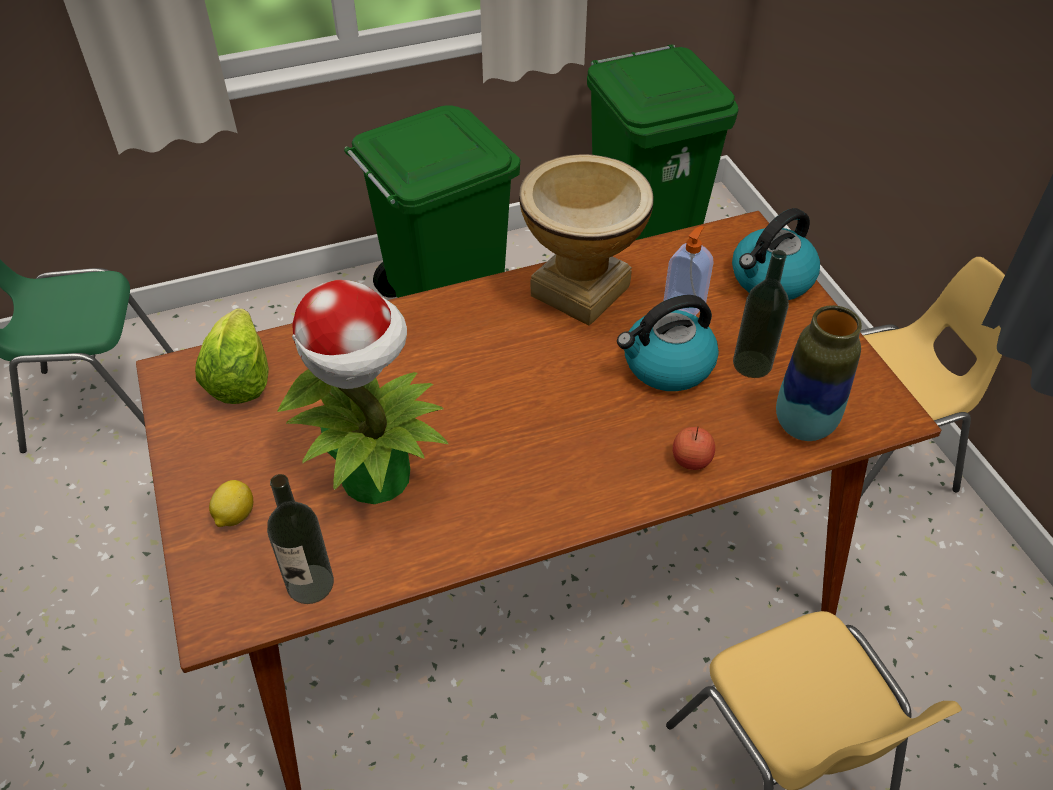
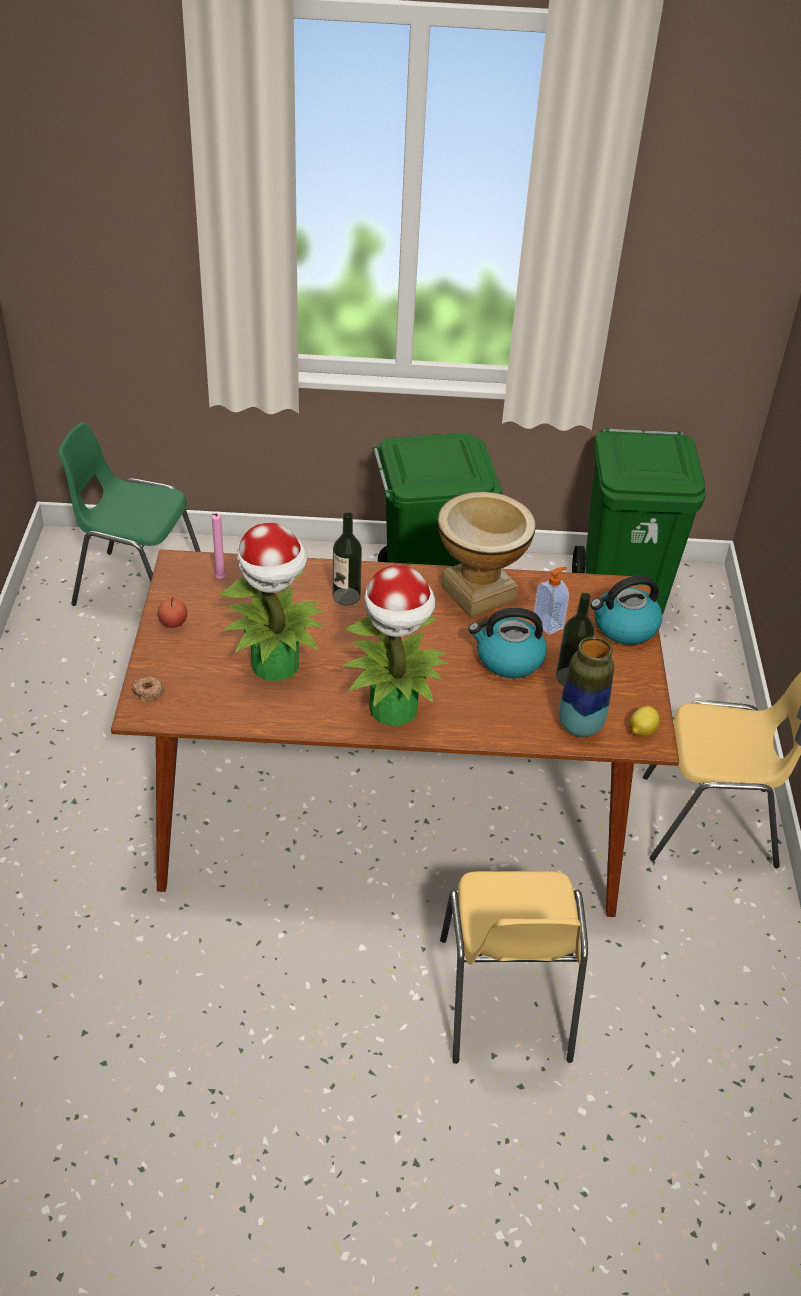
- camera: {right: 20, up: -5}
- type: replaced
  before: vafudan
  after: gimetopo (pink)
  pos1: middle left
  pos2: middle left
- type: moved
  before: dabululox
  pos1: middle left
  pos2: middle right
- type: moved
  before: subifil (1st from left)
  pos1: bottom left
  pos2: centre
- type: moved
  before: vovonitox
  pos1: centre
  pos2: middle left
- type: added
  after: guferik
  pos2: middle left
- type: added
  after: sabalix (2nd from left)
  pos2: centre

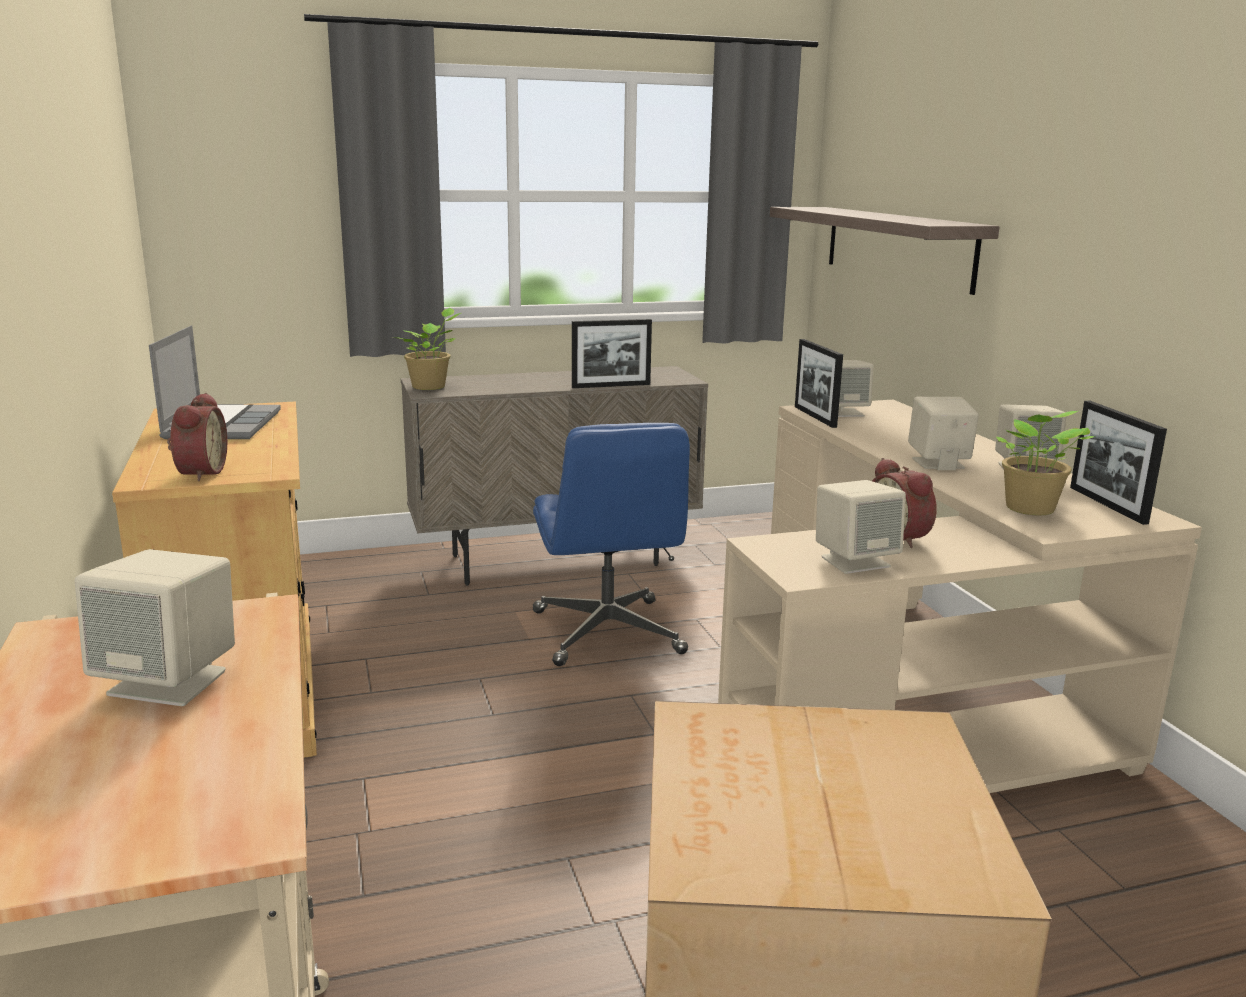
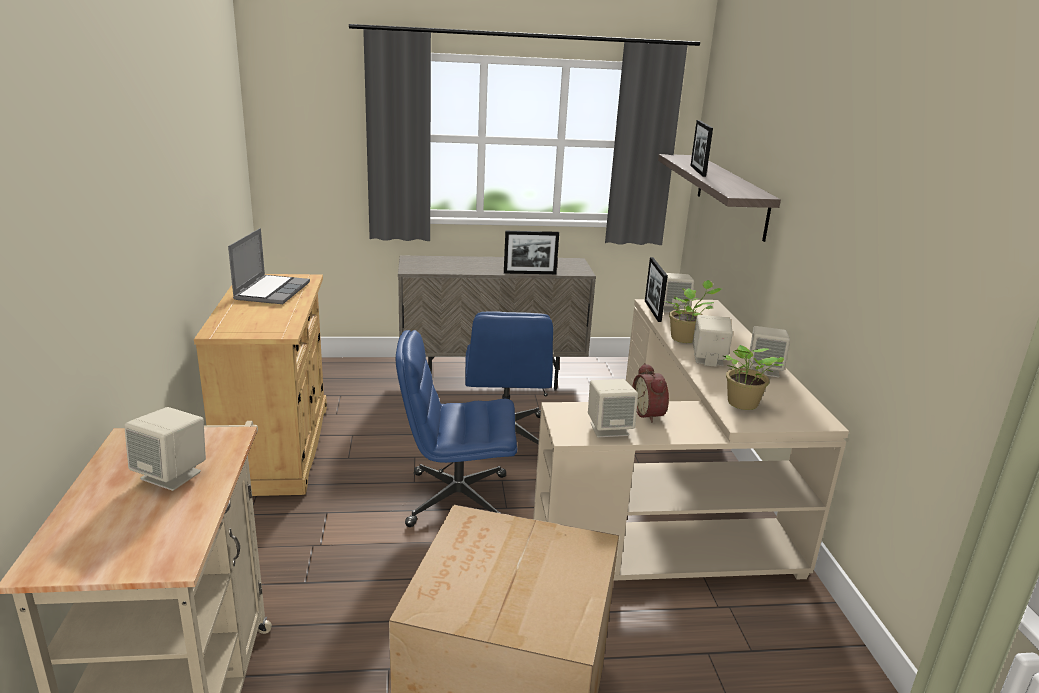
- camera: {right: 10, up: 5}
- type: removed
  before: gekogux (1st from left)
  pos1: middle left
- type: moved
  before: sabalix (1st from left)
  pos1: centre
  pos2: middle right
- type: moved
  before: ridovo (3rd from left)
  pos1: middle right
  pos2: top right
- type: added
  after: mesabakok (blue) (1st from left)
  pos2: centre

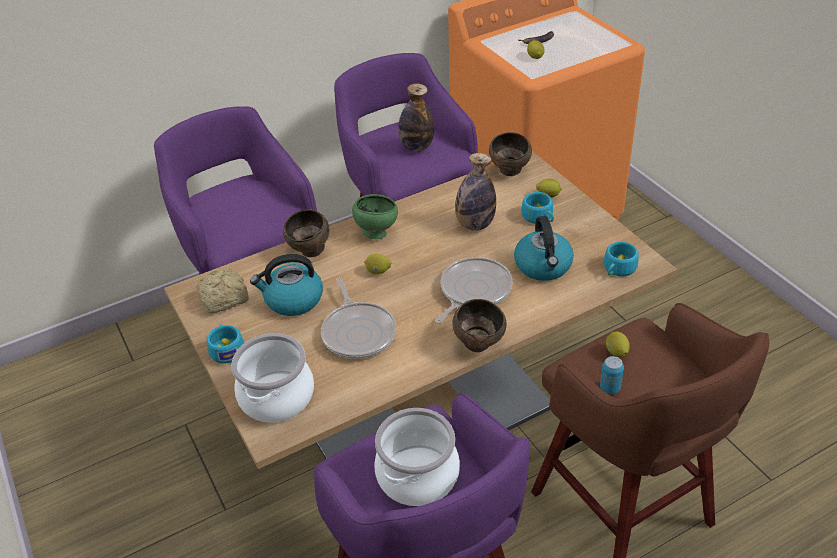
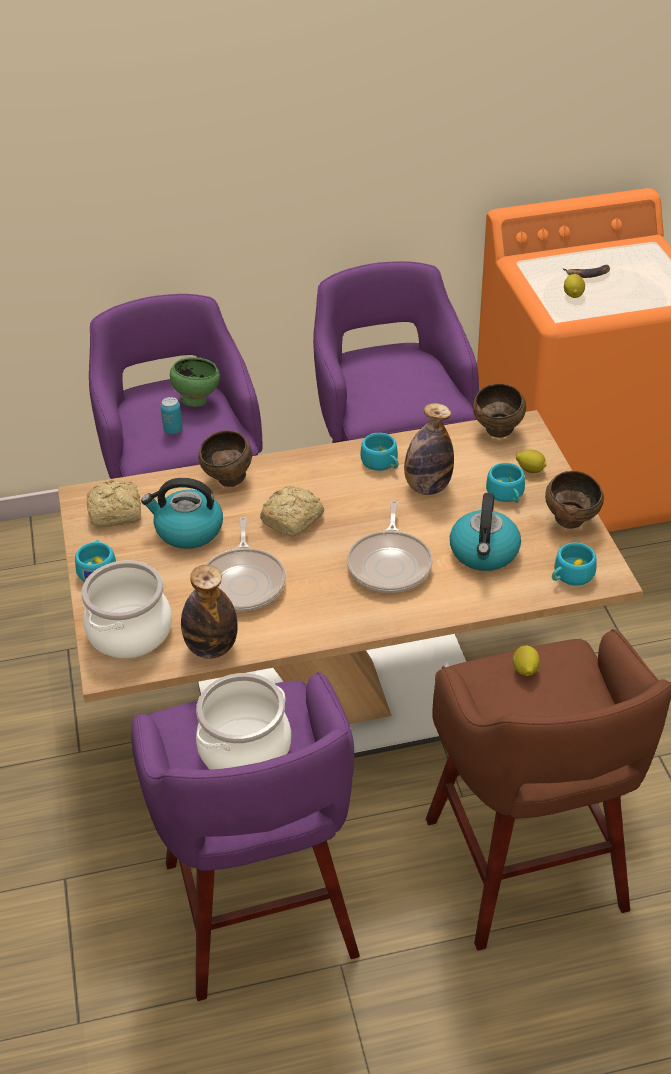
- camera: {right: 15, up: 0}
- type: moved
  before: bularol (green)
  pos1: centre
  pos2: middle left
- type: replaced
  before: dabululox (1st from left)
  after: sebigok (2nd from left)
  pos1: centre
  pos2: centre
- type: moved
  before: subifil (1st from left)
  pos1: top centre
  pos2: middle left
- type: turned
  before: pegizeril (2nd from left)
  pos1: centre
  pos2: centre
  turn: 135
- type: moved
  before: bularol (brown) (2nd from left in the first image)
  after: bularol (brown) (3rd from left)
  pos1: centre
  pos2: middle right
- type: moved
  before: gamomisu
  pos1: bottom right
  pos2: middle left
- type: added
  after: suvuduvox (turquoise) (2nd from left)
  pos2: centre

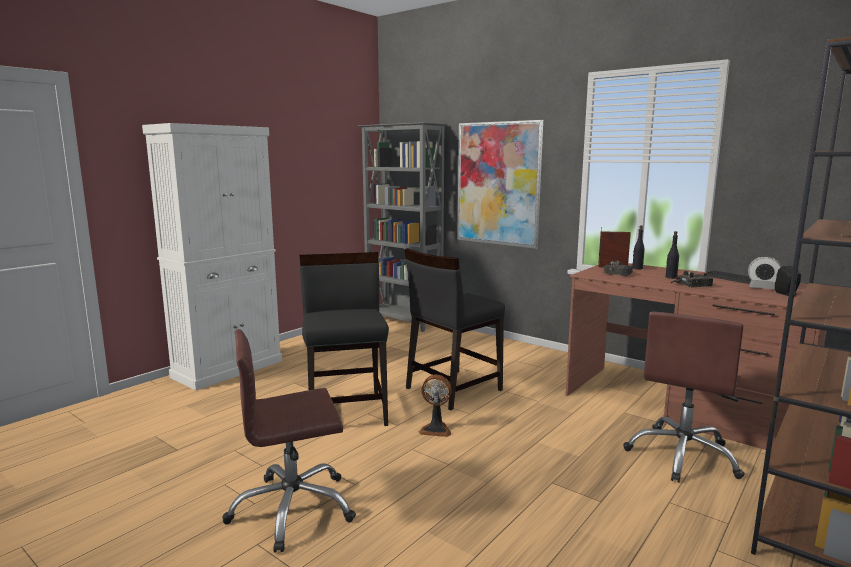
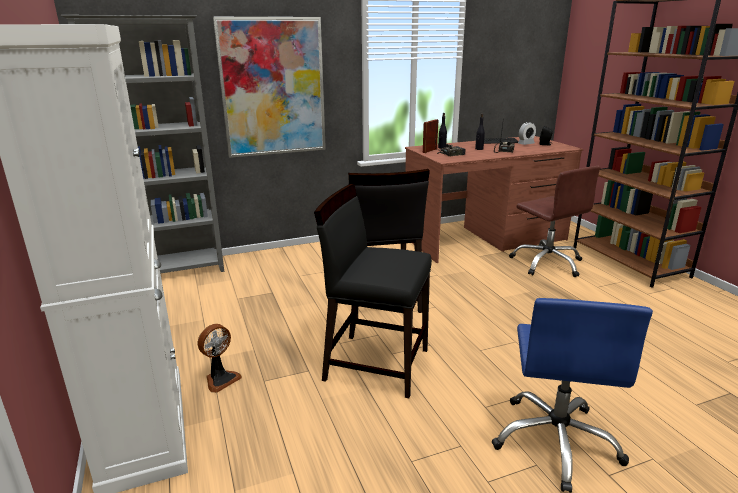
- camera: {right: -60, up: 10}
- type: recoloured
  before: mesabakok (brown) (1st from left)
  after: mesabakok (blue)
  pos1: bottom centre
  pos2: bottom right
- type: moved
  before: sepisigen
  pos1: bottom centre
  pos2: bottom left

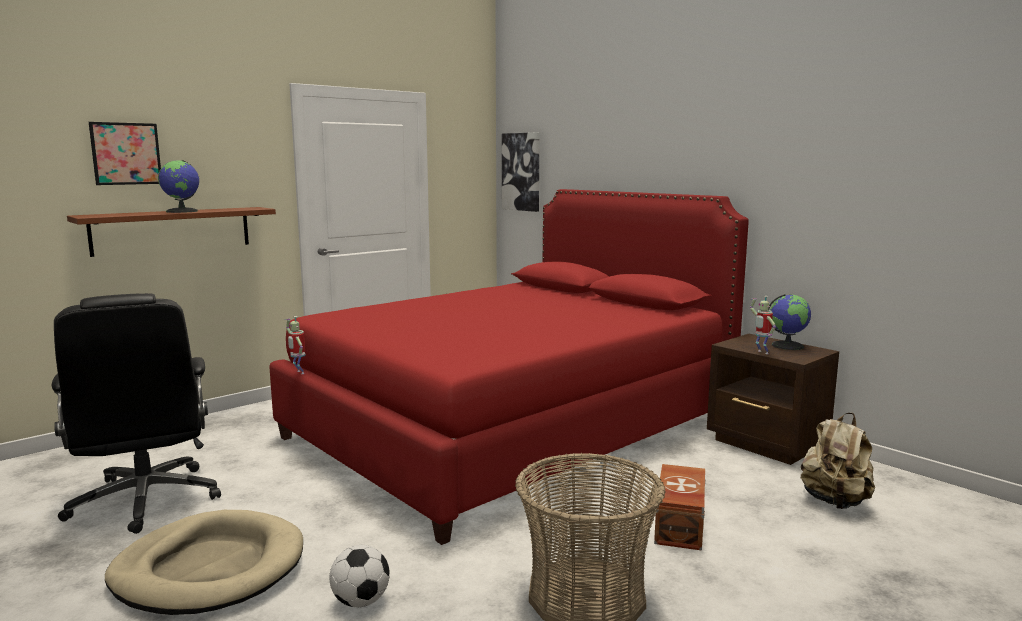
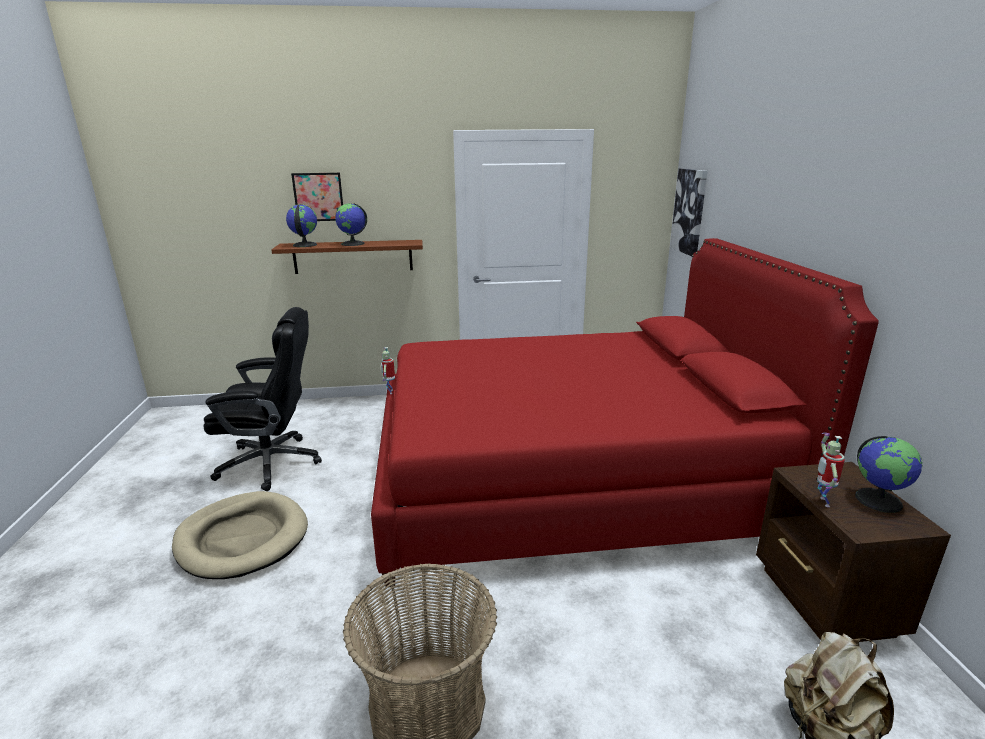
- camera: {right: 35, up: 10}
- type: turned
  before: mesabakok (black)
  pos1: middle left
  pos2: middle left
  turn: -105
- type: removed
  before: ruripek
  pos1: bottom centre
- type: removed
  before: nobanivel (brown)
  pos1: bottom centre
- type: added
  after: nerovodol (1st from left)
  pos2: top left

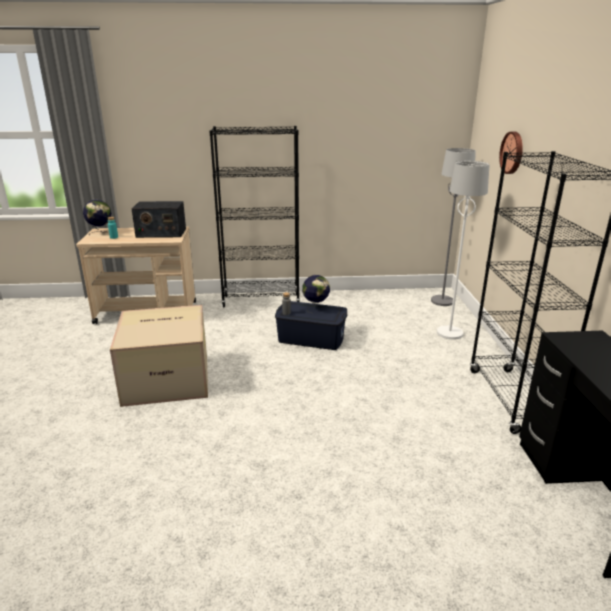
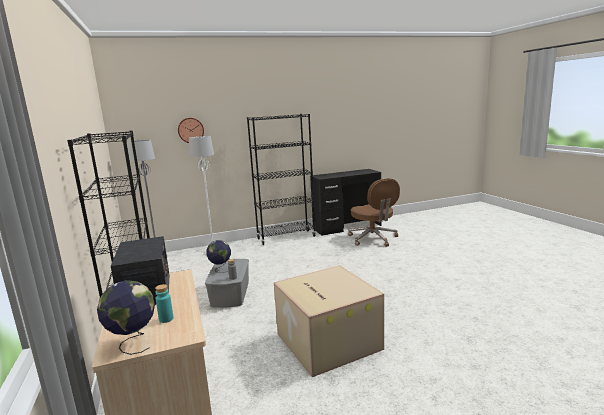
- camera: {right: -105, up: -10}
- type: recoloured
  before: nobanivel (blue)
  after: nobanivel (grey)
  pos1: centre
  pos2: bottom centre
- type: added
  after: mesabakok (brown)
  pos2: centre

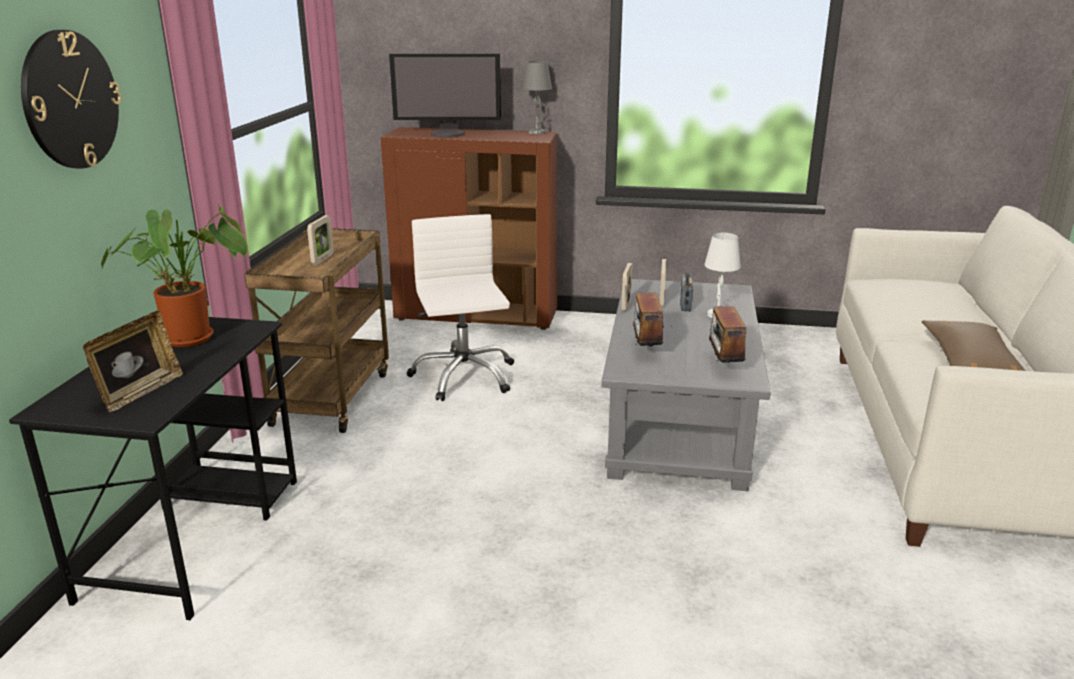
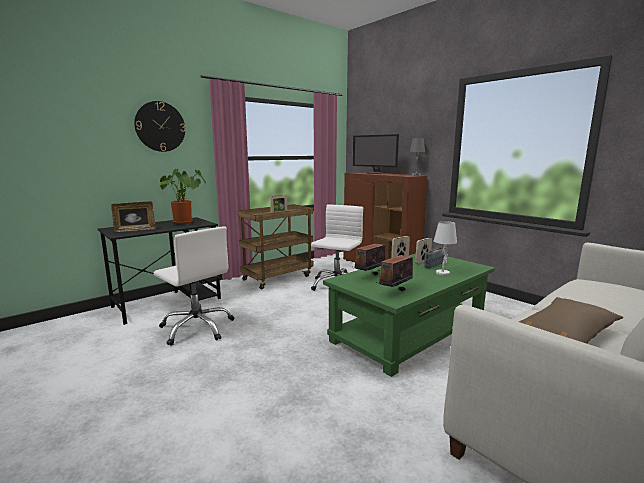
- camera: {right: 40, up: -10}
- type: recoloured
  before: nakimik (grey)
  after: nakimik (green)
  pos1: centre
  pos2: centre
- type: added
  after: mesabakok (white) (1st from left)
  pos2: middle left

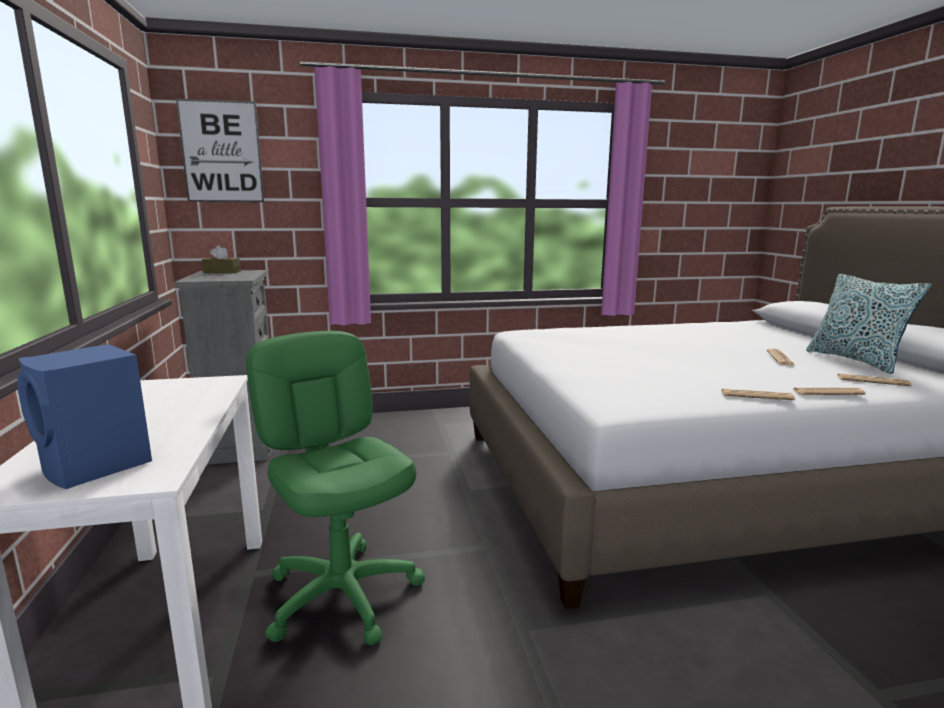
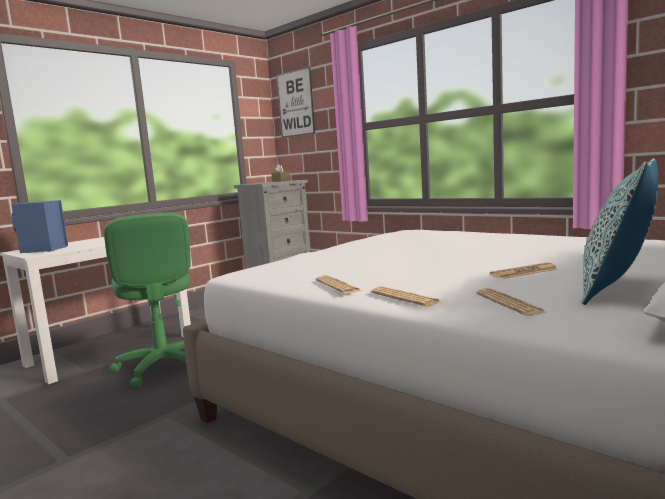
- camera: {right: 55, up: -5}
- type: turned
  before: mesabakok (green)
  pos1: bottom centre
  pos2: middle left
  turn: 135

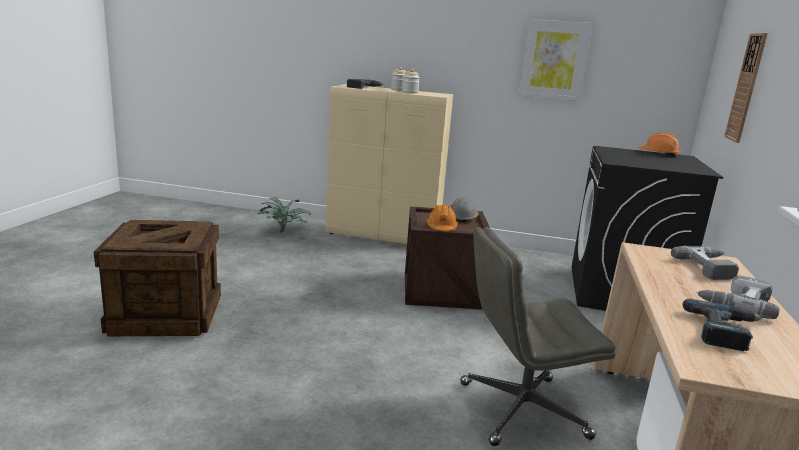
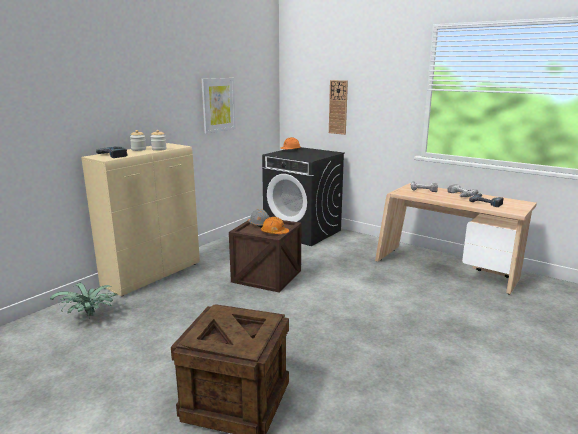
- camera: {right: -65, up: 0}
- type: removed
  before: mesabakok (grey)
  pos1: bottom right

